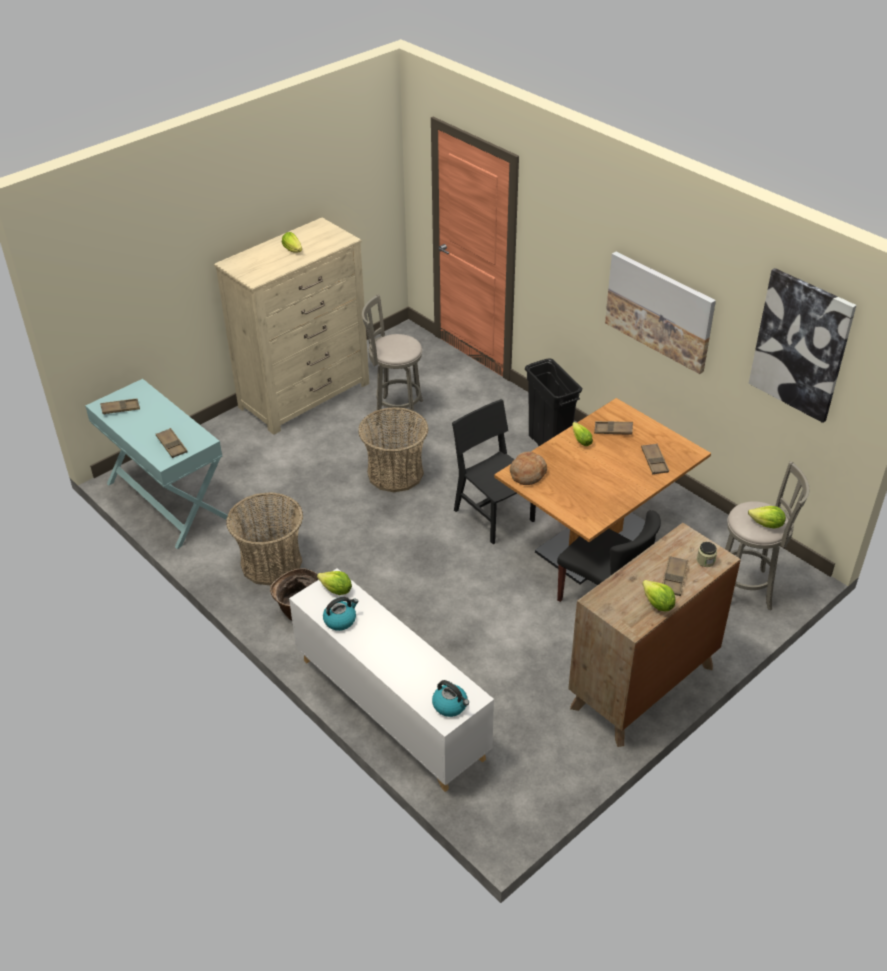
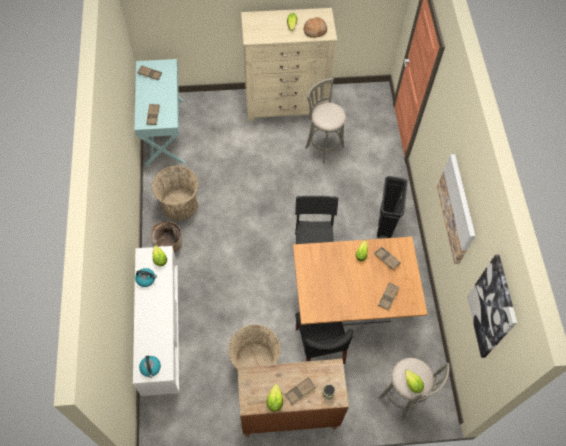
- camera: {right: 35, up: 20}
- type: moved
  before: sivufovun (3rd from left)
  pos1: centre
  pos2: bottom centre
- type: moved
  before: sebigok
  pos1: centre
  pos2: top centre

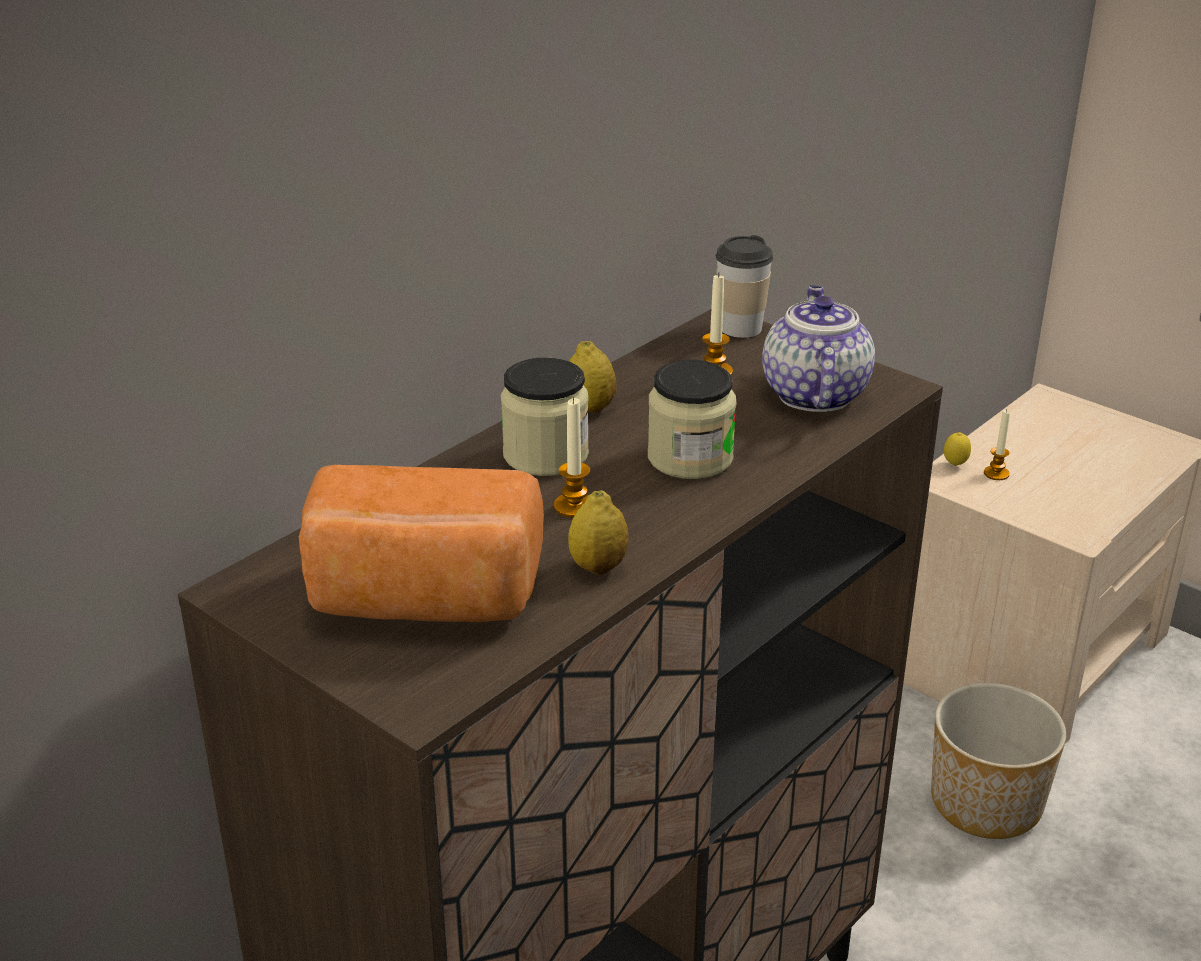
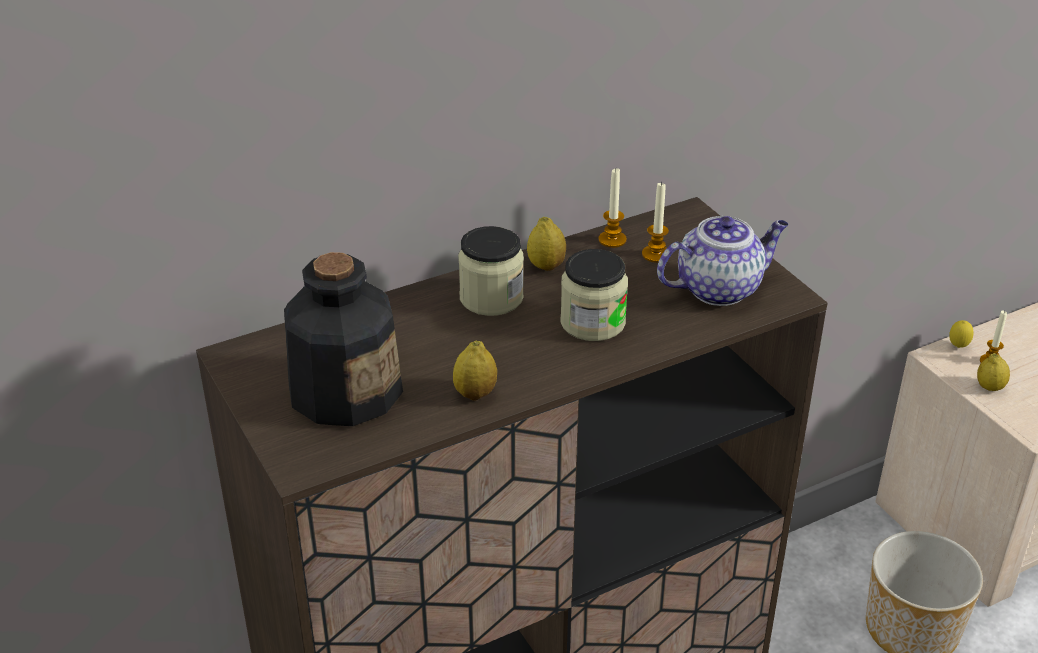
- camera: {right: 20, up: 5}
- type: replaced
  before: sebigok
  after: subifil
  pos1: centre
  pos2: middle left
- type: moved
  before: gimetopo (1st from left)
  pos1: centre
  pos2: top centre
- type: removed
  before: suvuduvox
  pos1: top centre
- type: turned
  before: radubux
  pos1: middle right
  pos2: middle right
  turn: 45
- type: added
  after: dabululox (4th from left)
  pos2: middle right

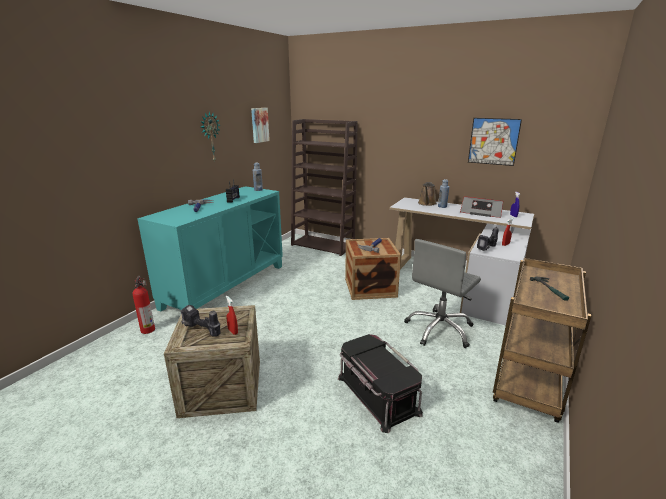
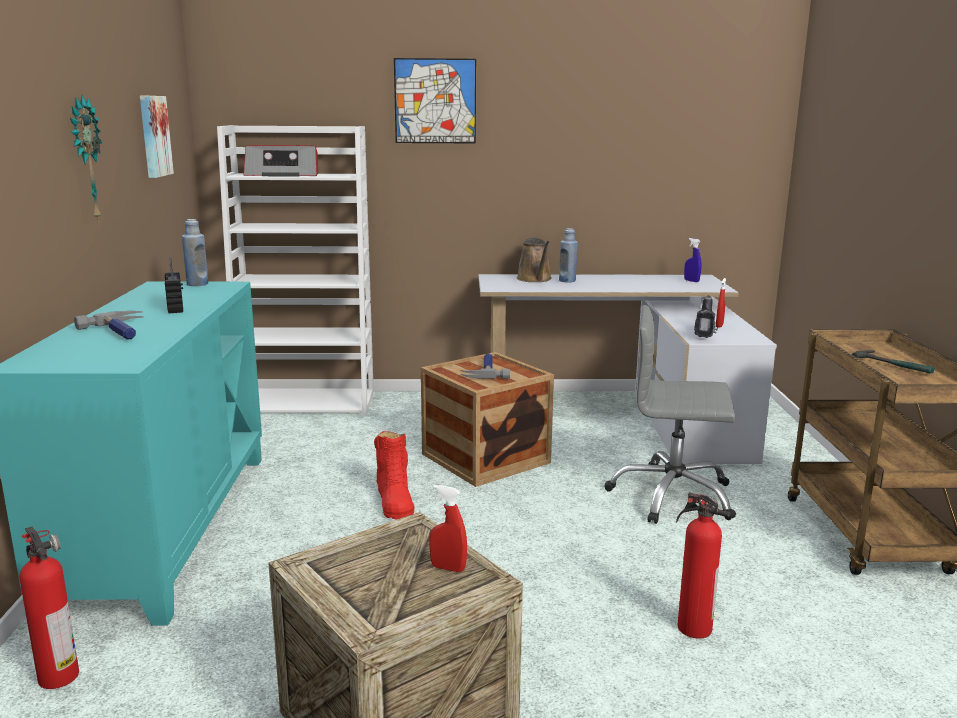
- camera: {right: -30, up: -5}
- type: removed
  before: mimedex (1st from left)
  pos1: middle left
- type: recoloured
  before: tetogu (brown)
  after: tetogu (white)
  pos1: centre
  pos2: middle left
- type: replaced
  before: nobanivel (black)
  after: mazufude (2nd from left)
  pos1: bottom centre
  pos2: bottom right
- type: turned
  before: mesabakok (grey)
  pos1: centre
  pos2: middle right
  turn: 90
- type: moved
  before: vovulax (2nd from left)
  pos1: middle right
  pos2: top left
- type: moved
  before: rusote (2nd from left)
  pos1: top right
  pos2: top centre
- type: added
  after: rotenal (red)
  pos2: centre

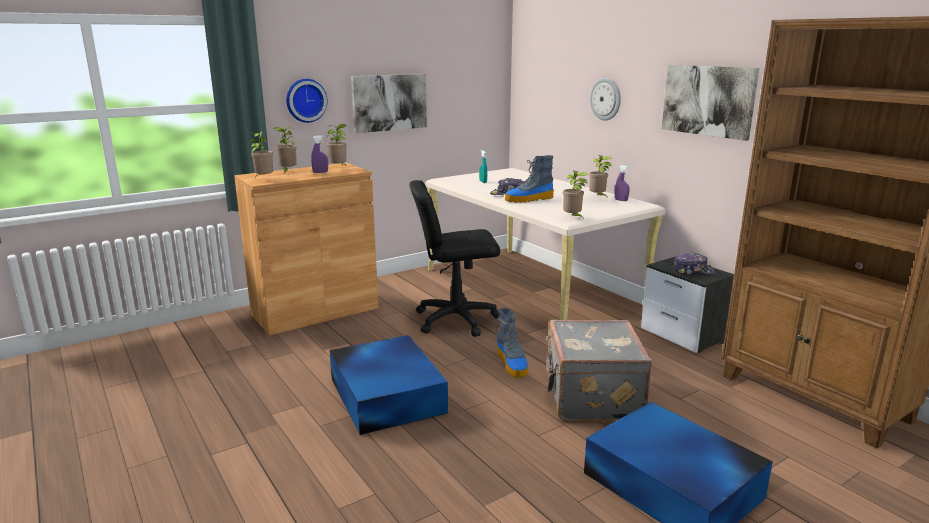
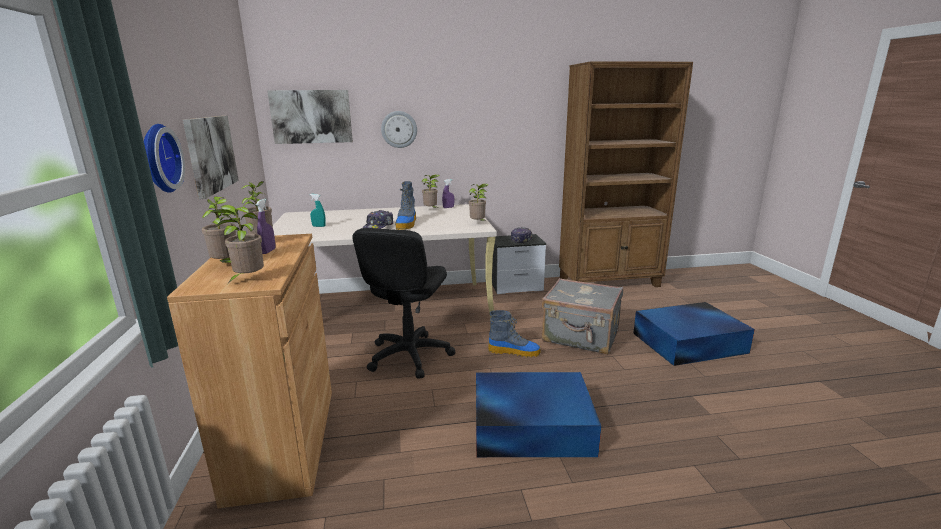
- camera: {right: -65, up: 0}
- type: moved
  before: rusote (2nd from left)
  pos1: top right
  pos2: top left

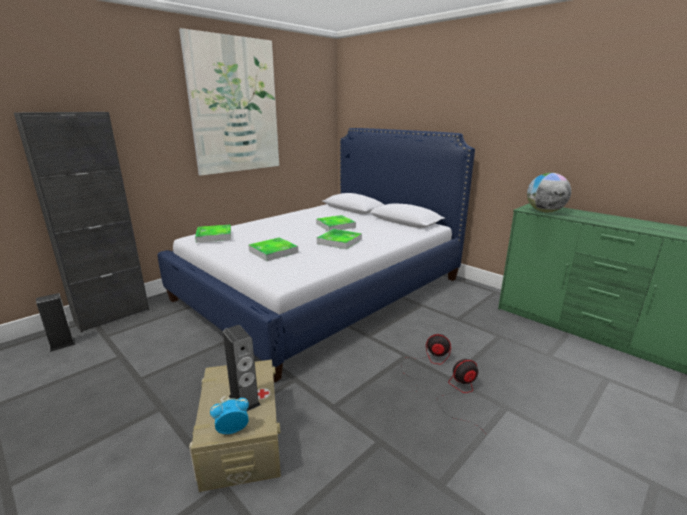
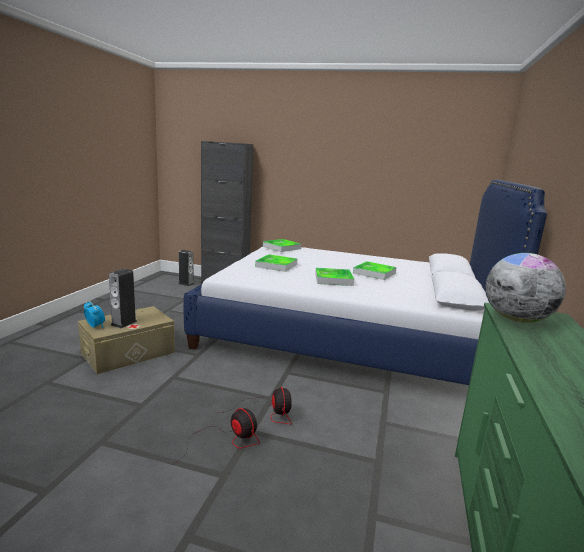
- camera: {right: 60, up: -5}
- type: removed
  before: rusote
  pos1: top centre

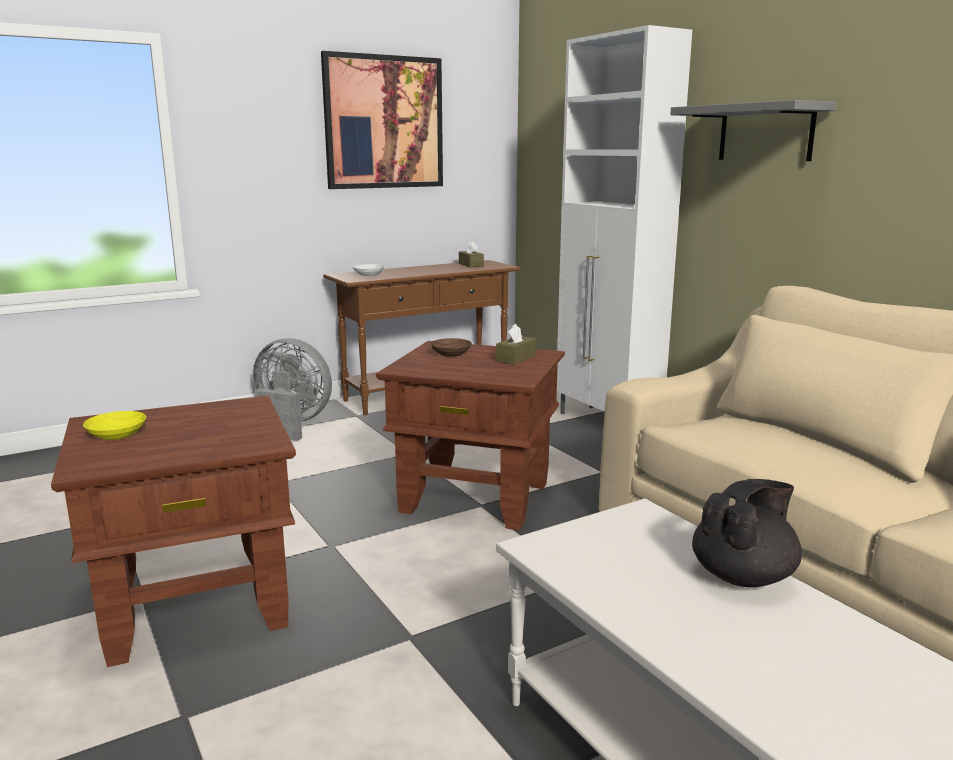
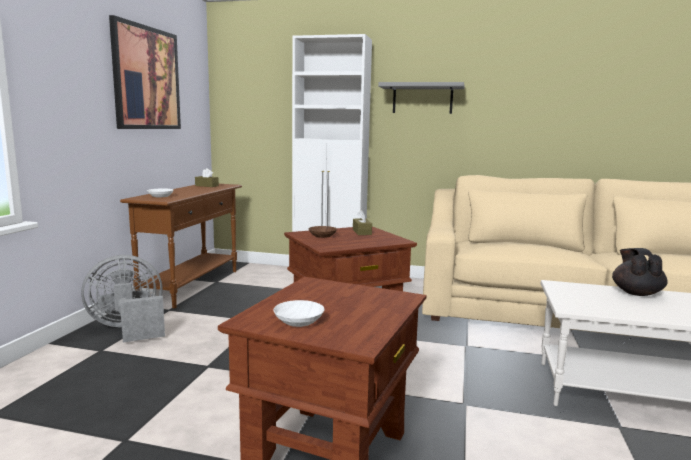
- camera: {right: -45, up: -5}
- type: recoloured
  before: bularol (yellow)
  after: bularol (white) (2nd from left)
  pos1: middle left
  pos2: bottom centre

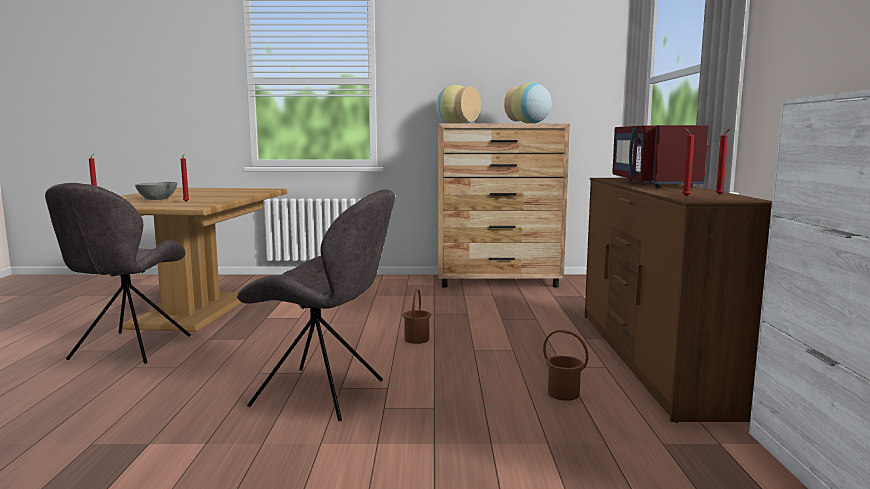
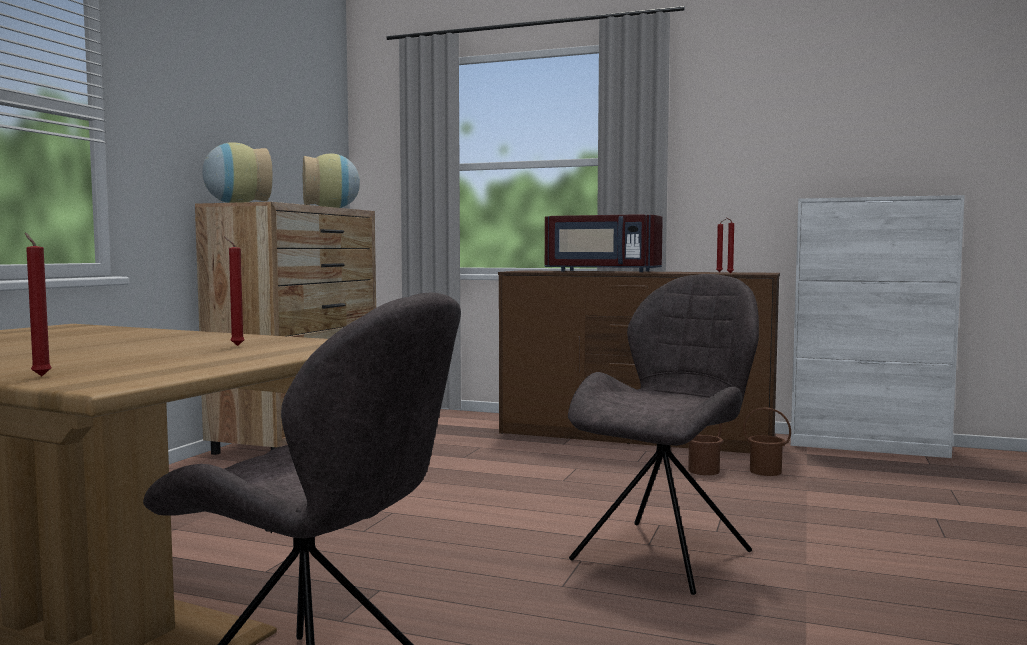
- camera: {right: -70, up: -5}
- type: removed
  before: bularol (grey)
  pos1: middle left
- type: moved
  before: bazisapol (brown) (1st from left in the first image)
  after: bazisapol (brown) (2nd from left)
  pos1: centre
  pos2: bottom right

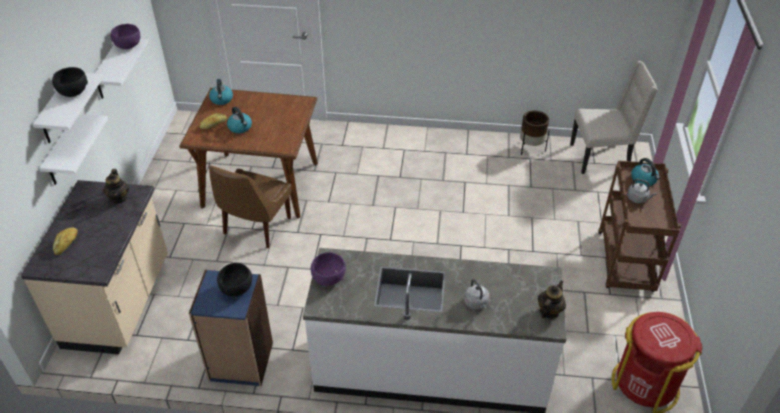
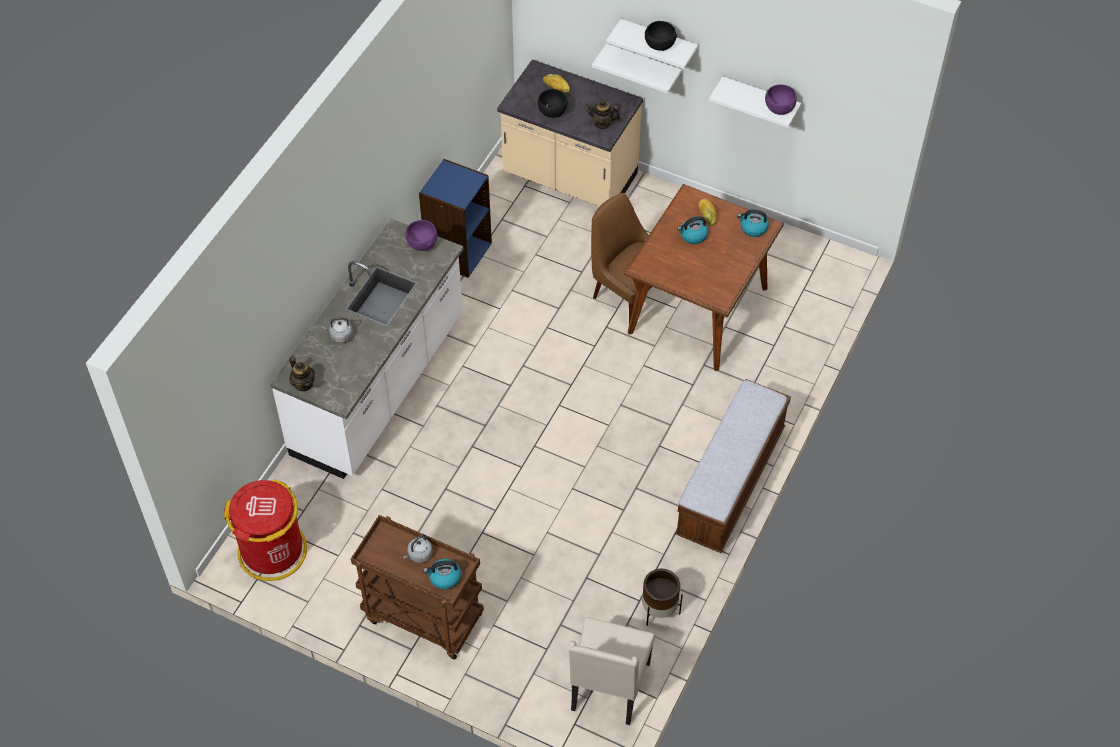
- camera: {right: 110, up: 10}
- type: moved
  before: bularol (black) (2nd from left in the first image)
  after: bularol (black) (1st from left)
  pos1: bottom left
  pos2: top centre
- type: added
  after: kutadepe
  pos2: centre

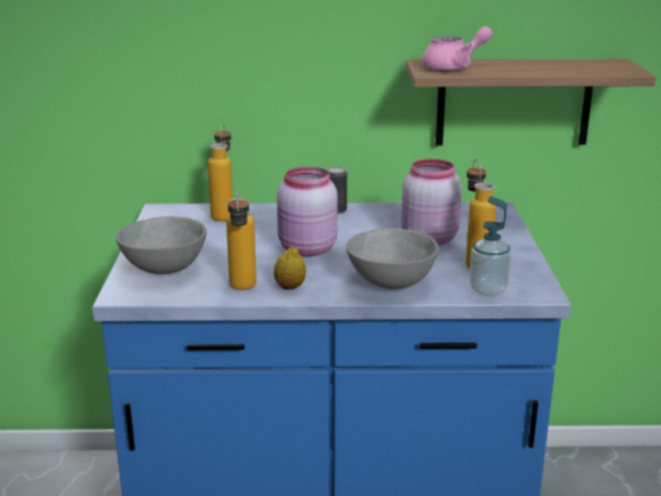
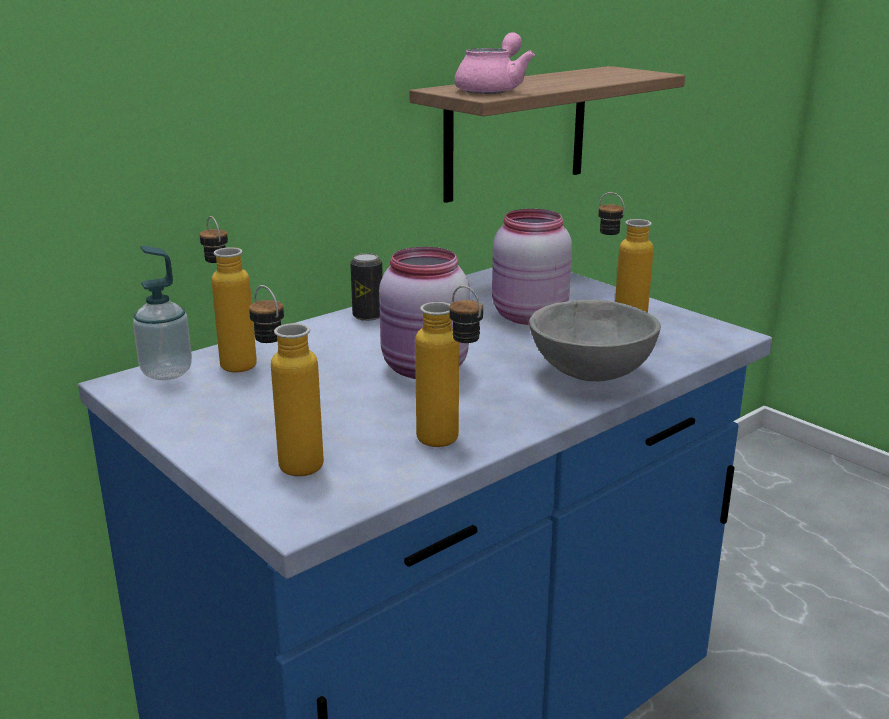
- camera: {right: -40, up: 0}
- type: replaced
  before: bularol (grey) (1st from left)
  after: subifil (2nd from left)
  pos1: middle left
  pos2: middle left
- type: removed
  before: dabululox
  pos1: centre
- type: moved
  before: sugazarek
  pos1: middle right
  pos2: middle left

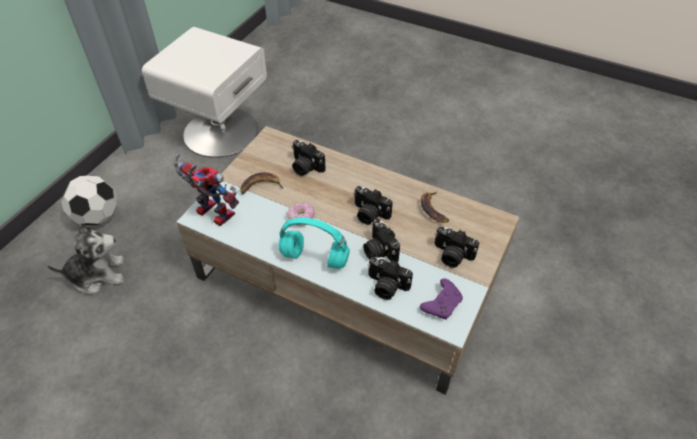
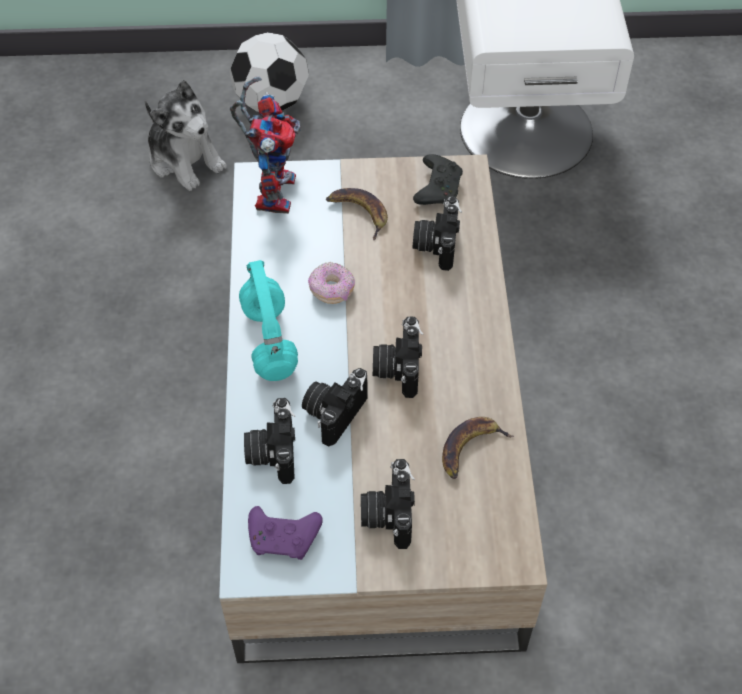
- camera: {right: 60, up: 5}
- type: added
  after: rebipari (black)
  pos2: top centre

